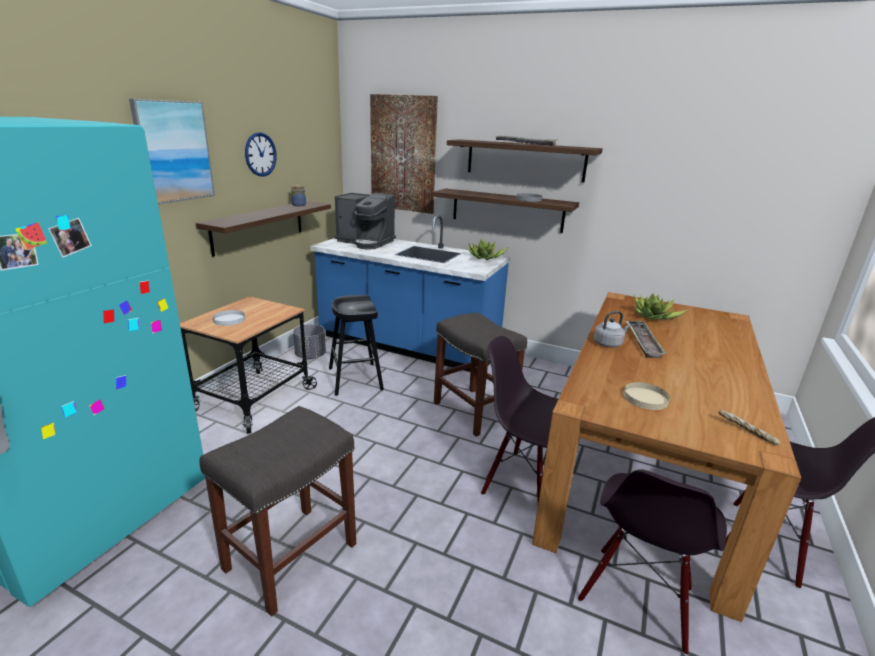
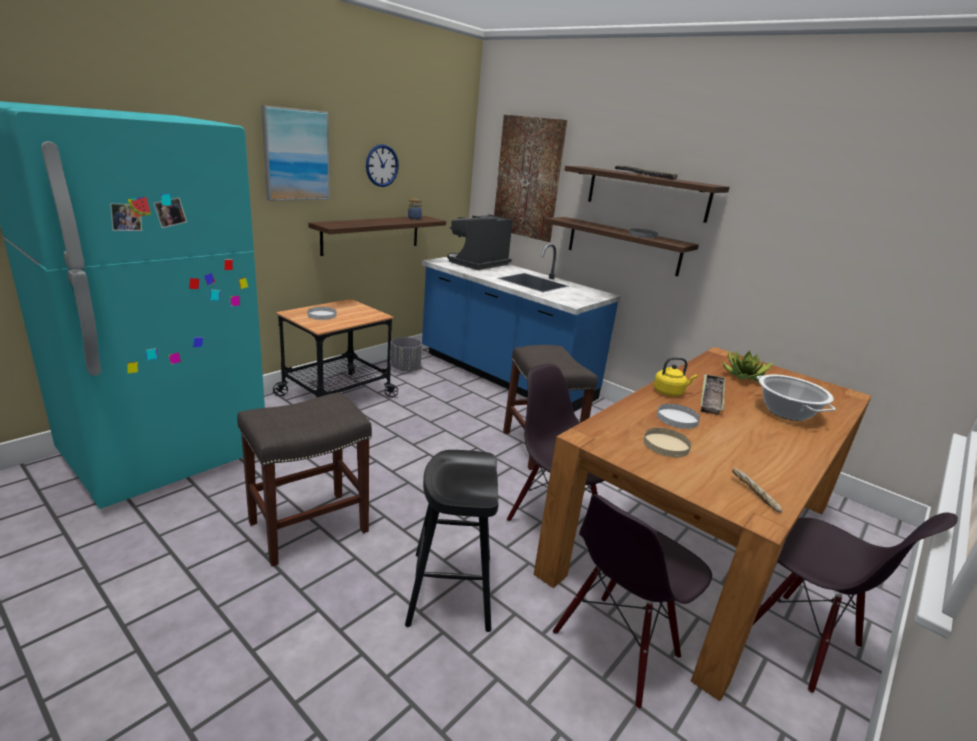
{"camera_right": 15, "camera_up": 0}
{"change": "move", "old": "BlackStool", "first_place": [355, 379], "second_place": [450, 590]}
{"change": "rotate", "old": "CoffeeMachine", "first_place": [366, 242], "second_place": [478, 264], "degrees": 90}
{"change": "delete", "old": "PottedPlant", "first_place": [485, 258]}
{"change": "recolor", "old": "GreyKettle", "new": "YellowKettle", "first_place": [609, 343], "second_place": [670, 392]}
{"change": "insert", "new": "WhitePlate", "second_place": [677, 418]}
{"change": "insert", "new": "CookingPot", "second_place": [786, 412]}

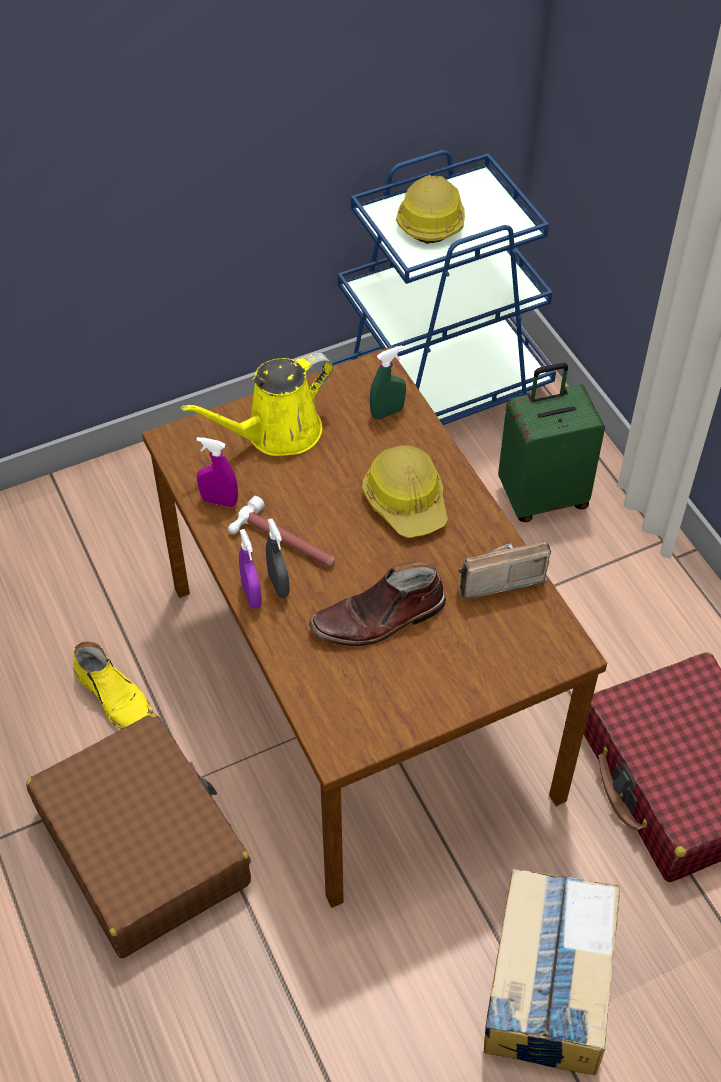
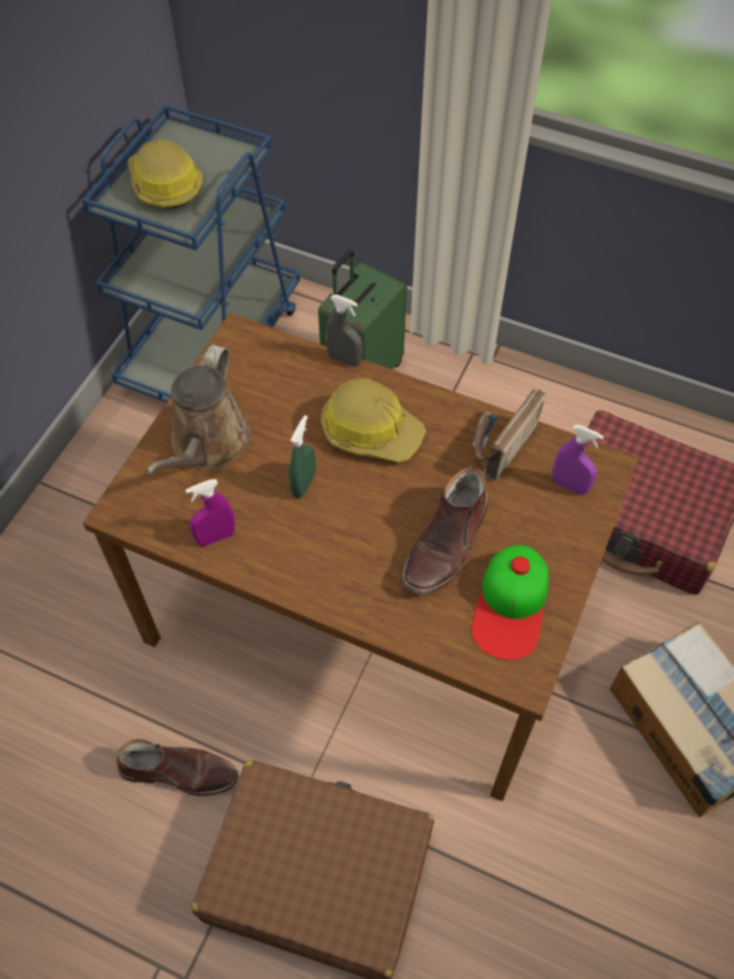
{"camera_right": -40, "camera_up": 5}
{"change": "recolor", "old": "YellowBoot", "new": "BrownBoot", "first_place": [116, 698], "second_place": [179, 771]}
{"change": "recolor", "old": "YellowWateringCan", "new": "BrownWateringCan", "first_place": [276, 433], "second_place": [207, 444]}
{"change": "delete", "old": "Hammer", "first_place": [285, 543]}
{"change": "move", "old": "PurpleSprayBottle", "first_place": [251, 595], "second_place": [569, 485]}
{"change": "move", "old": "GreySprayBottle", "first_place": [278, 585], "second_place": [344, 359]}
{"change": "move", "old": "GreenSprayBottle", "first_place": [387, 412], "second_place": [304, 484]}
{"change": "insert", "new": "Cap", "second_place": [511, 605]}

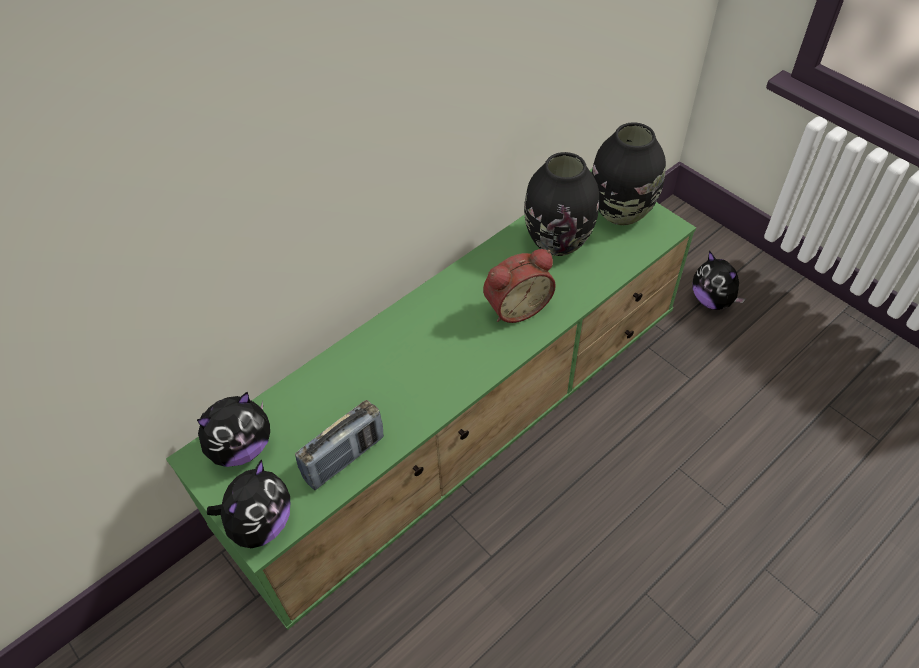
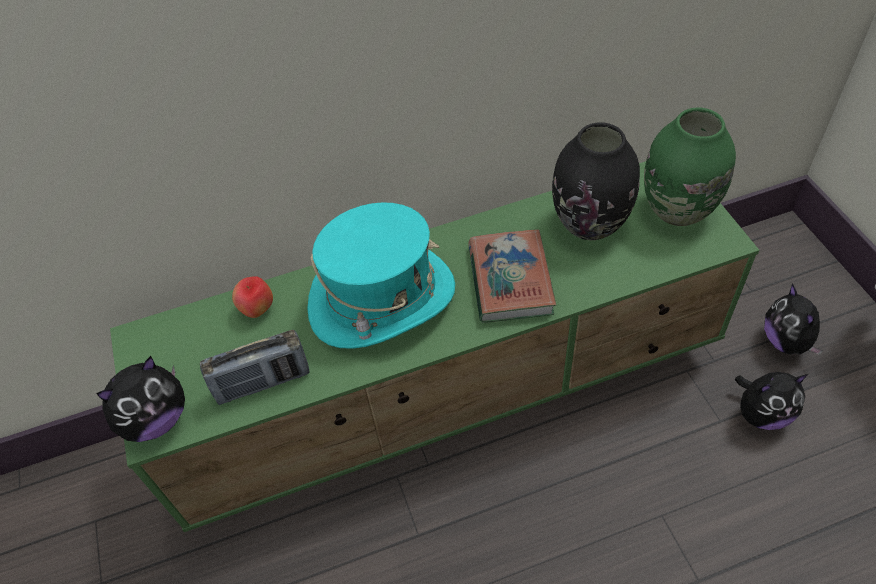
{"camera_right": 25, "camera_up": 0}
{"change": "move", "old": "PlushToy", "first_place": [241, 448], "second_place": [761, 414]}
{"change": "replace", "old": "AlarmClock", "new": "Book", "first_place": [516, 306], "second_place": [510, 280]}
{"change": "recolor", "old": "BlackVase", "new": "GreenVase", "first_place": [620, 212], "second_place": [677, 210]}
{"change": "insert", "new": "Apple", "second_place": [257, 309]}
{"change": "insert", "new": "TurquoiseHat", "second_place": [382, 300]}

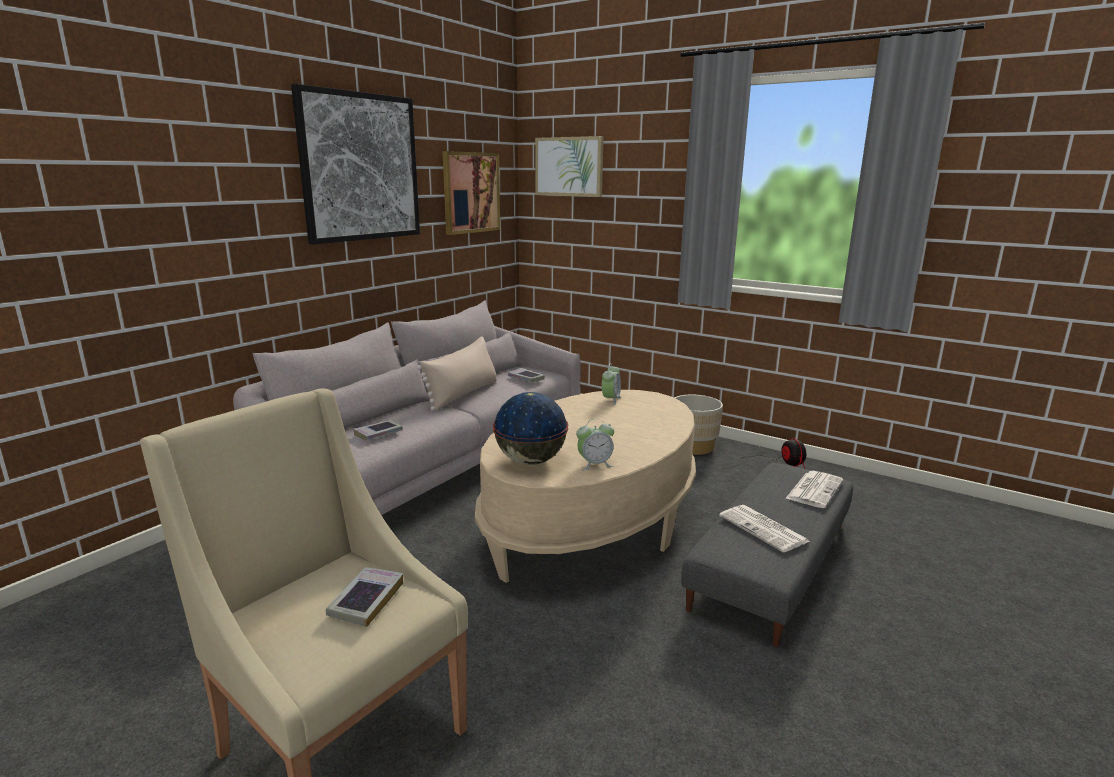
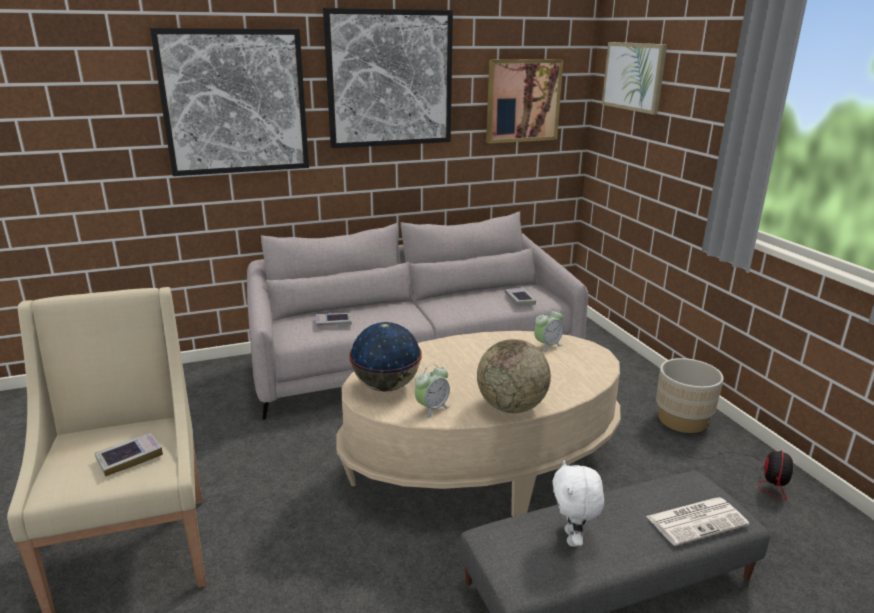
{"camera_right": 35, "camera_up": 5}
{"change": "delete", "old": "BeigePillow", "first_place": [463, 394]}
{"change": "rotate", "old": "AlarmClock", "first_place": [594, 464], "second_place": [432, 408], "degrees": -60}
{"change": "replace", "old": "Newspaper", "new": "WhitePlushToy", "first_place": [764, 529], "second_place": [573, 538]}
{"change": "insert", "new": "Picture", "second_place": [235, 102]}
{"change": "insert", "new": "Globe", "second_place": [511, 407]}

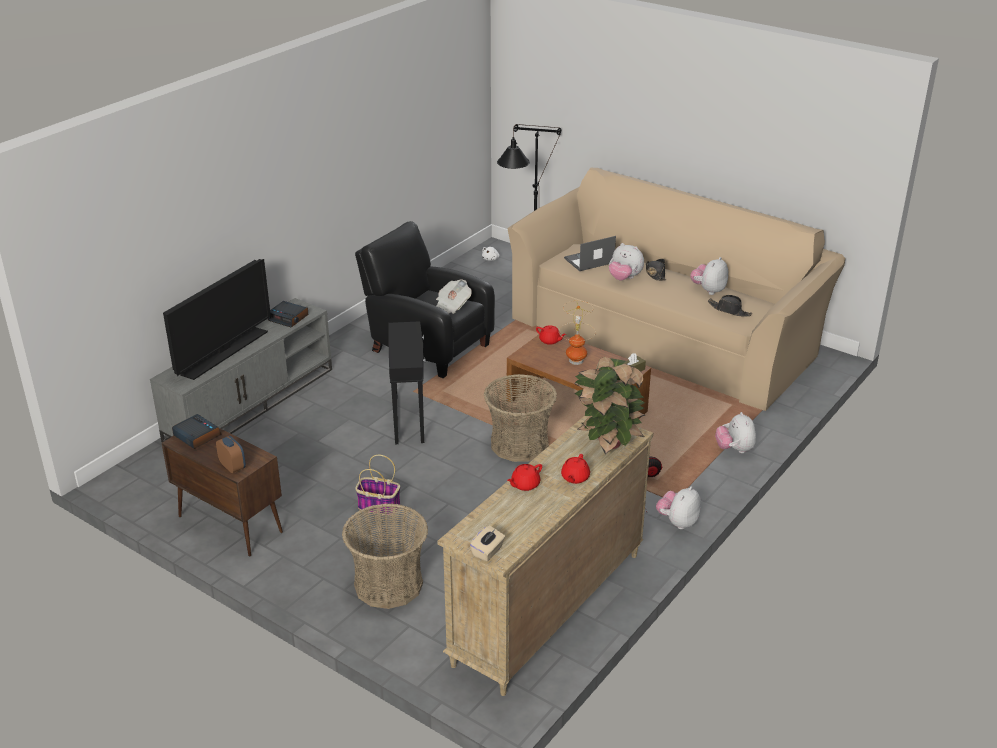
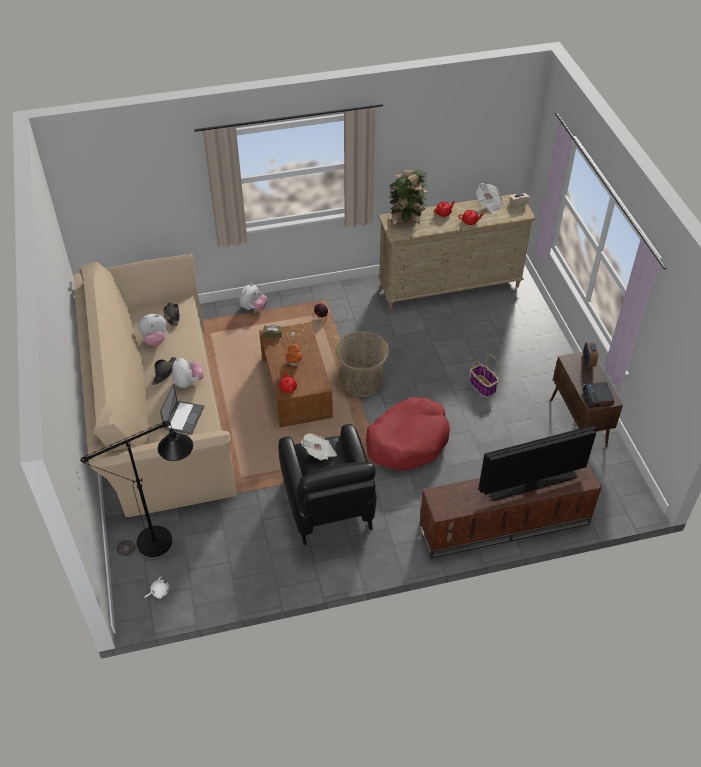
{"camera_right": -140, "camera_up": 15}
{"change": "recolor", "old": "GreyTvStand", "new": "BrownTvStand", "first_place": [250, 403], "second_place": [503, 526]}
{"change": "delete", "old": "AlarmClock", "first_place": [289, 318]}
{"change": "delete", "old": "Basket", "first_place": [388, 584]}
{"change": "replace", "old": "BlackSideTable", "new": "RedDogBed", "first_place": [409, 419], "second_place": [407, 441]}
{"change": "rotate", "old": "Laptop", "first_place": [588, 261], "second_place": [184, 417], "degrees": -90}
{"change": "delete", "old": "PlushToy", "first_place": [678, 522]}
{"change": "insert", "new": "Newspaper", "second_place": [489, 204]}

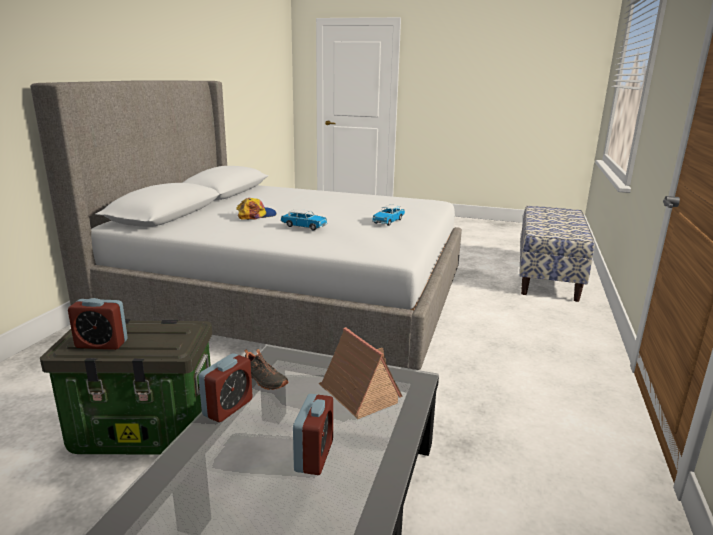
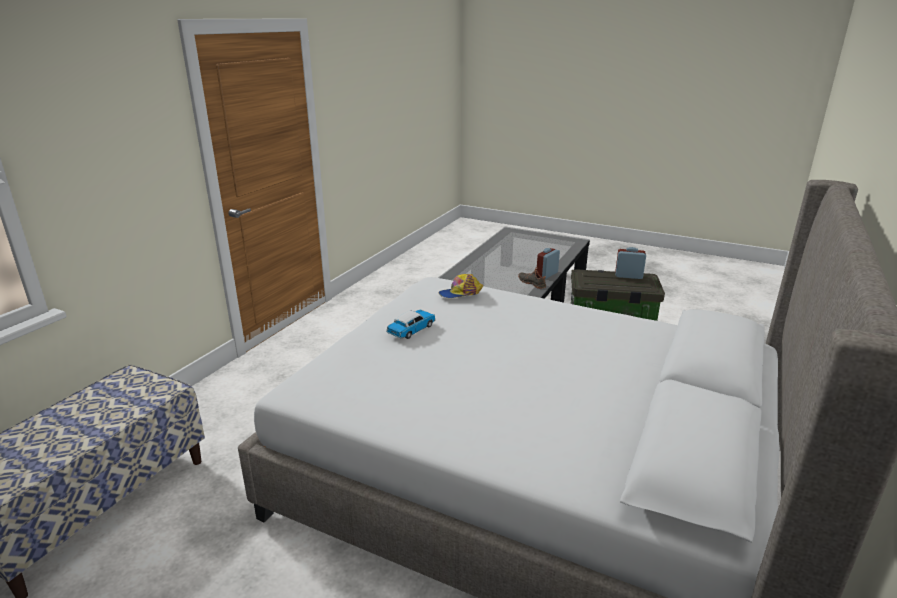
{"camera_right": -170, "camera_up": 5}
{"change": "move", "old": "Cap", "first_place": [256, 215], "second_place": [461, 294]}
{"change": "delete", "old": "ToyCar", "first_place": [304, 226]}
{"change": "delete", "old": "AlarmClock", "first_place": [314, 456]}
{"change": "delete", "old": "ToyHouse", "first_place": [358, 394]}

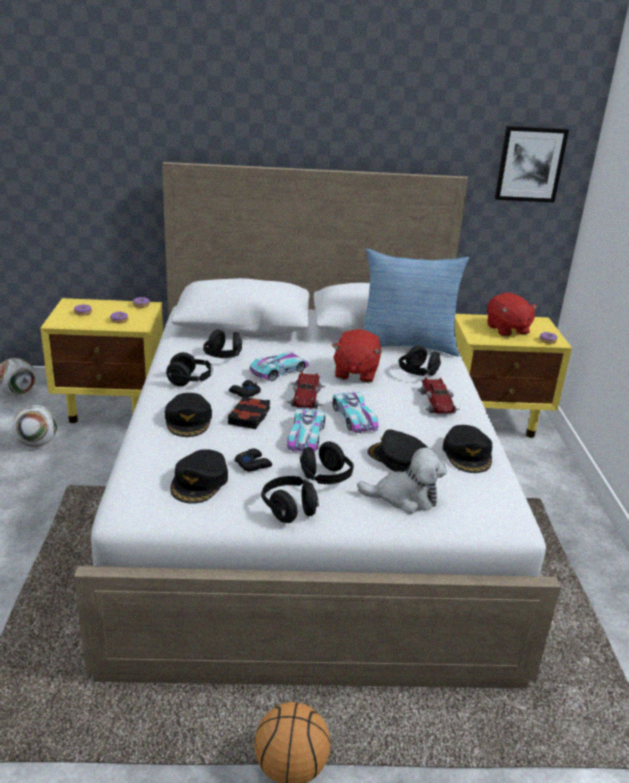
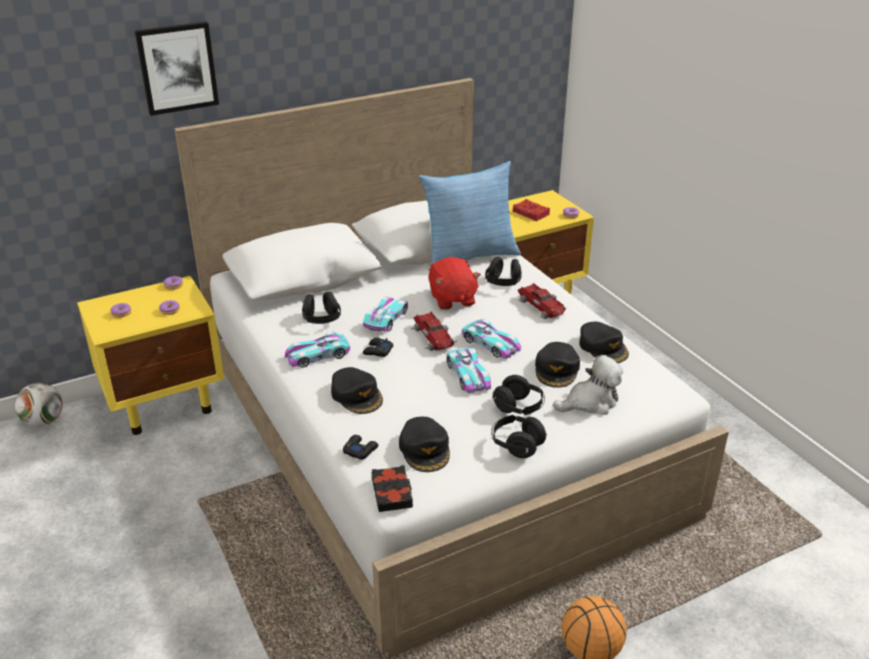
{"camera_right": -25, "camera_up": 5}
{"change": "delete", "old": "Football", "first_place": [37, 443]}
{"change": "replace", "old": "BlackHeadphones", "new": "ToyCar", "first_place": [190, 381], "second_place": [318, 355]}
{"change": "move", "old": "BlackBook", "first_place": [250, 417], "second_place": [392, 492]}
{"change": "move", "old": "BlackGameController", "first_place": [253, 464], "second_place": [360, 450]}
{"change": "rotate", "old": "BlackCap", "first_place": [398, 458], "second_place": [557, 369], "degrees": -90}
{"change": "replace", "old": "RedPlushToy", "new": "RedBook", "first_place": [507, 329], "second_place": [530, 213]}
{"change": "move", "old": "Picture", "first_place": [530, 164], "second_place": [177, 68]}

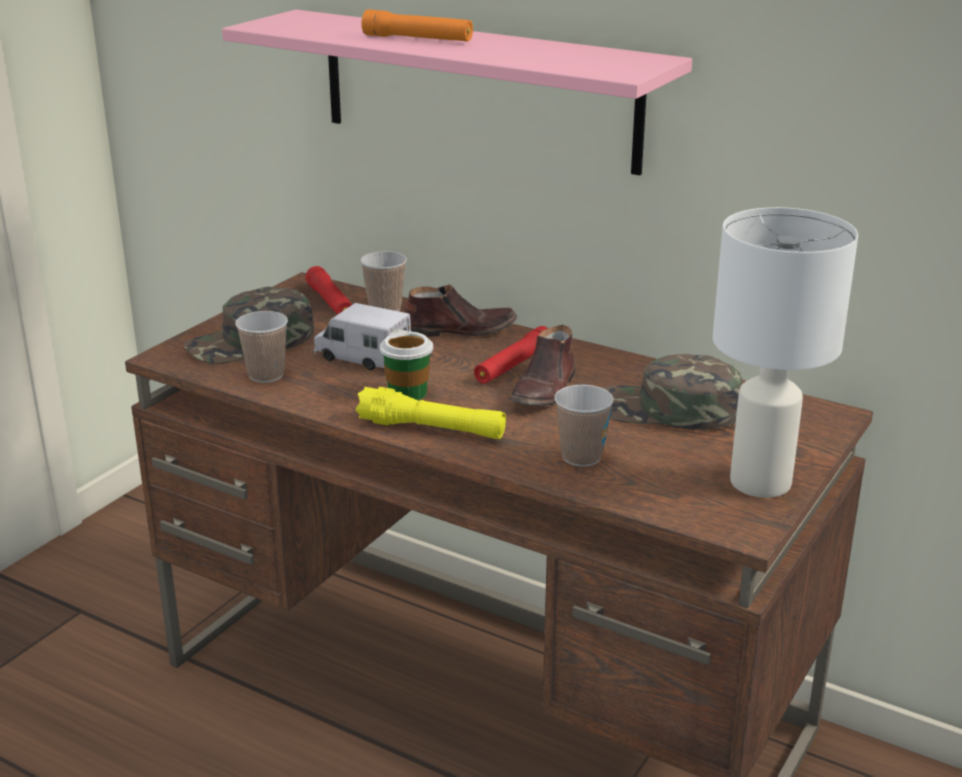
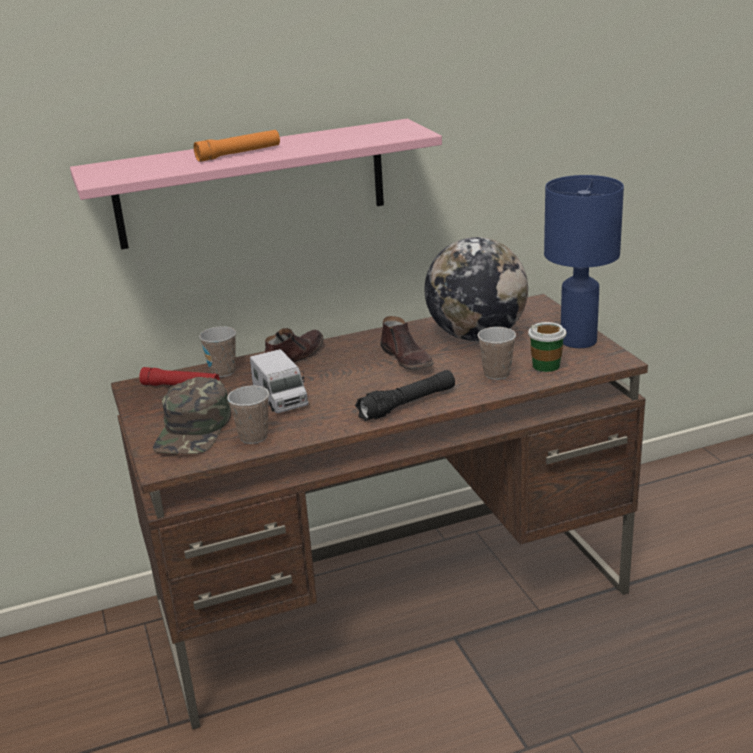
{"camera_right": -50, "camera_up": 0}
{"change": "rotate", "old": "ToyTruck", "first_place": [362, 357], "second_place": [280, 398], "degrees": -90}
{"change": "recolor", "old": "YellowFlashlight", "new": "BlackFlashlight", "first_place": [431, 429], "second_place": [407, 404]}
{"change": "move", "old": "Cup", "first_place": [407, 393], "second_place": [546, 365]}
{"change": "delete", "old": "RedFlashlight", "first_place": [513, 366]}
{"change": "replace", "old": "GreenCap", "new": "Globe", "first_place": [668, 409], "second_place": [476, 336]}
{"change": "recolor", "old": "WhiteTableLamp", "new": "BlueTableLamp", "first_place": [759, 483], "second_place": [579, 341]}

